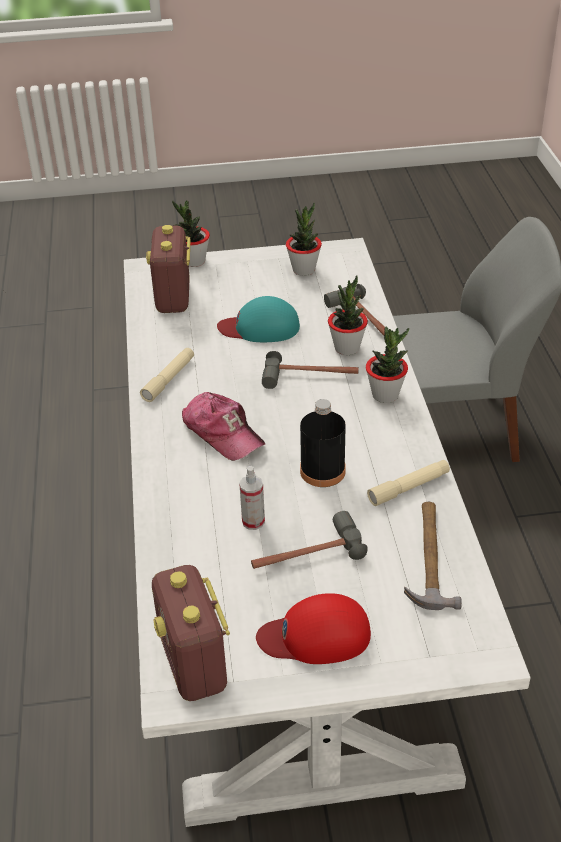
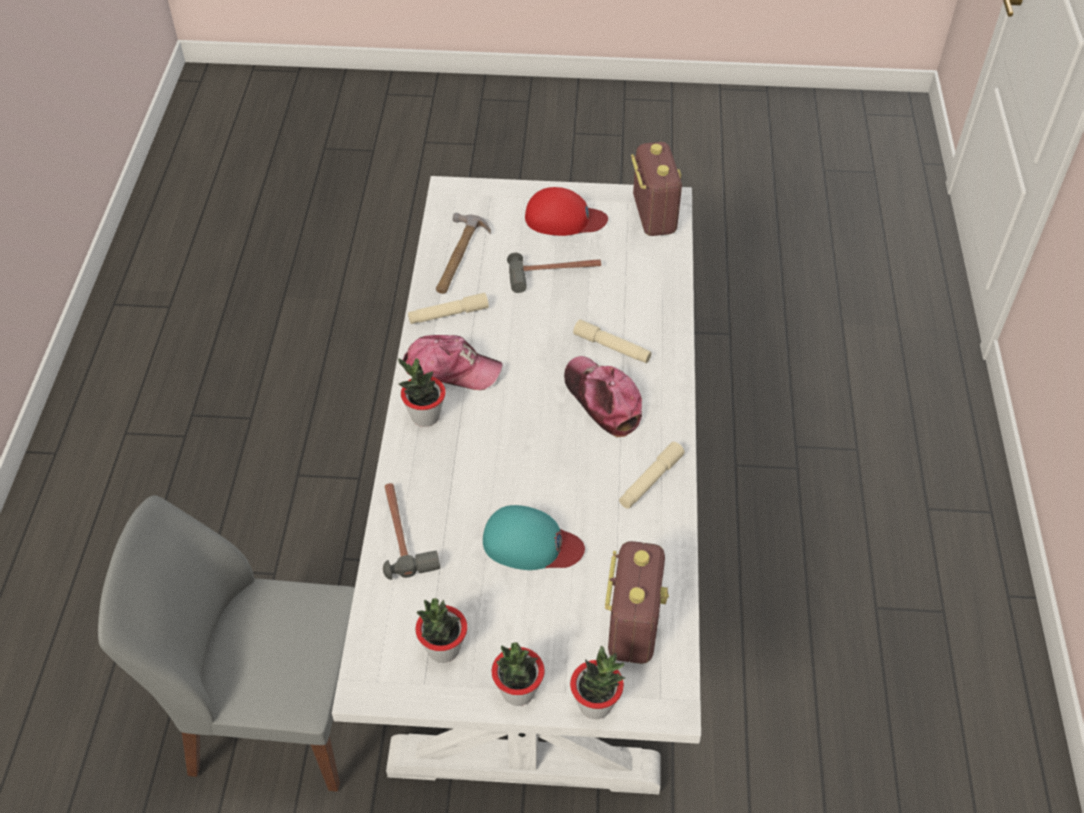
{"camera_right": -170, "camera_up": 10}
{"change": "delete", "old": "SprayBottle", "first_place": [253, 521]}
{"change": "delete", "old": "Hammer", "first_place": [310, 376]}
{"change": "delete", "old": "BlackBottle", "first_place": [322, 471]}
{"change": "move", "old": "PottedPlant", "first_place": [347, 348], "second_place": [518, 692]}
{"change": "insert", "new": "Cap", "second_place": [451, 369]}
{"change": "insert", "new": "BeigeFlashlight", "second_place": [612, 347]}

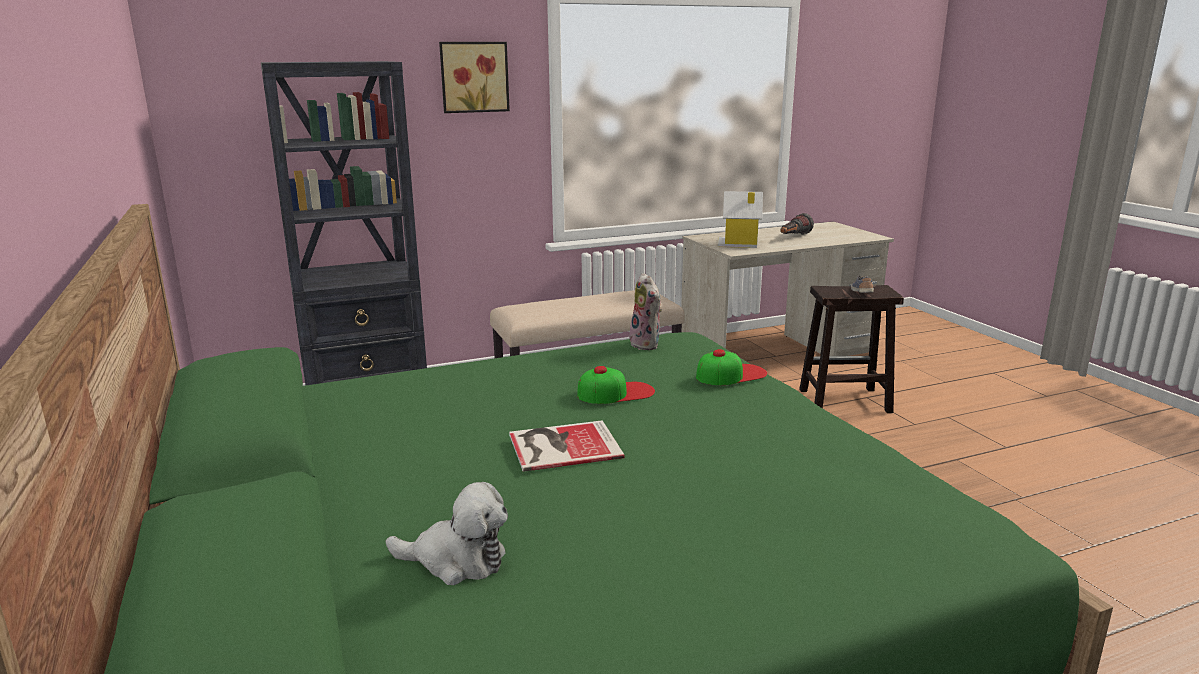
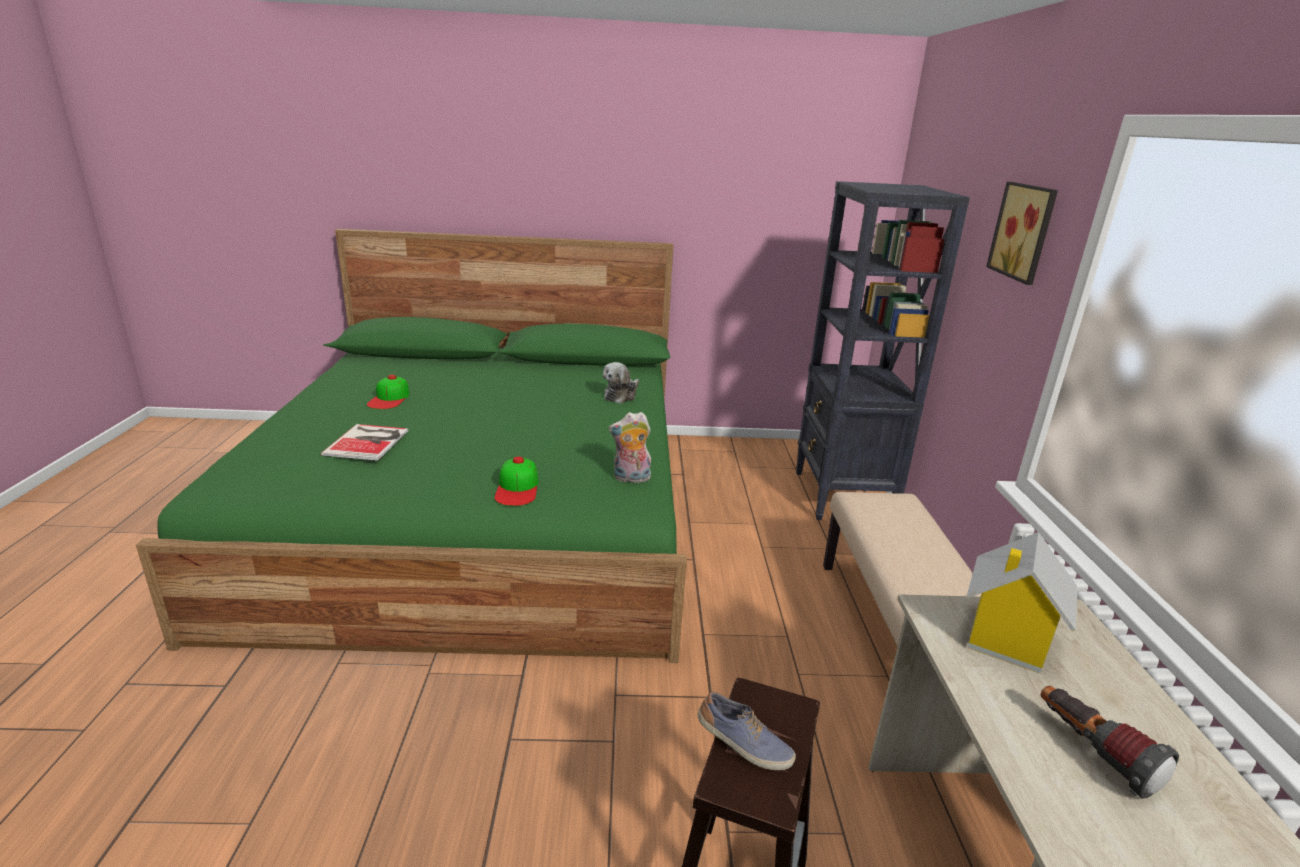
{"camera_right": 110, "camera_up": 5}
{"change": "move", "old": "PlushToy", "first_place": [456, 560], "second_place": [621, 395]}
{"change": "move", "old": "Book", "first_place": [561, 445], "second_place": [369, 441]}
{"change": "move", "old": "Cap", "first_place": [616, 392], "second_place": [389, 398]}

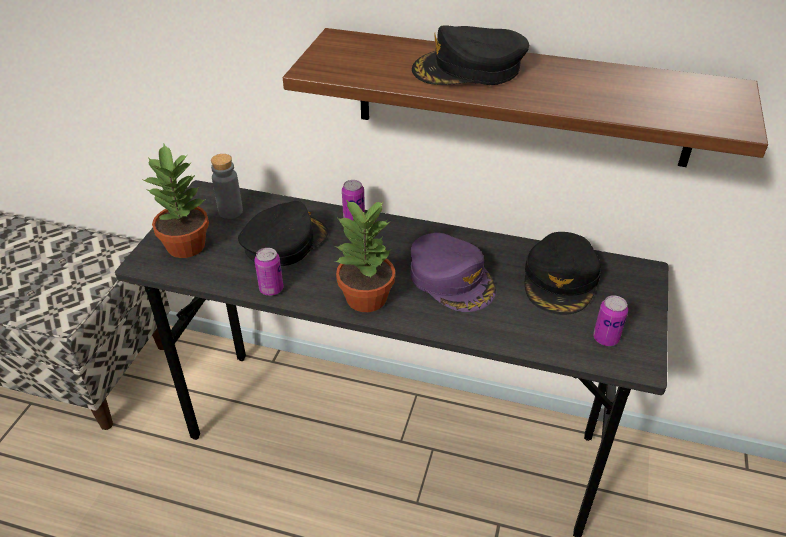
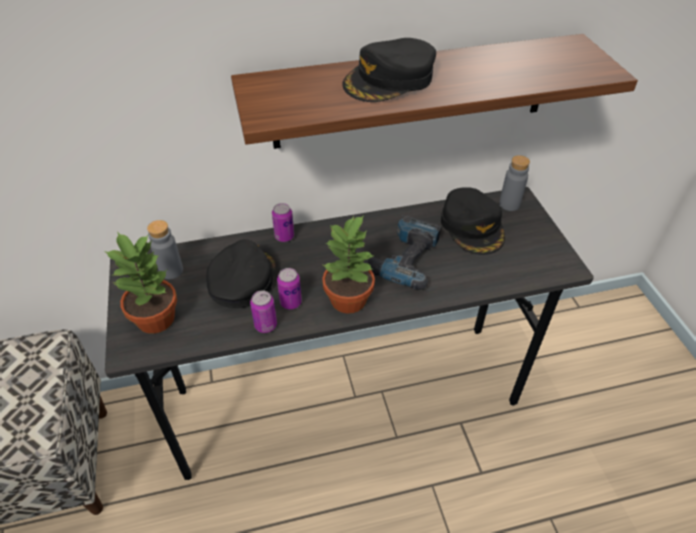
{"camera_right": -30, "camera_up": 5}
{"change": "replace", "old": "PurpleCap", "new": "PowerDrill", "first_place": [452, 279], "second_place": [398, 257]}
{"change": "move", "old": "Can", "first_place": [605, 338], "second_place": [290, 302]}
{"change": "insert", "new": "GreyBottle", "second_place": [509, 204]}

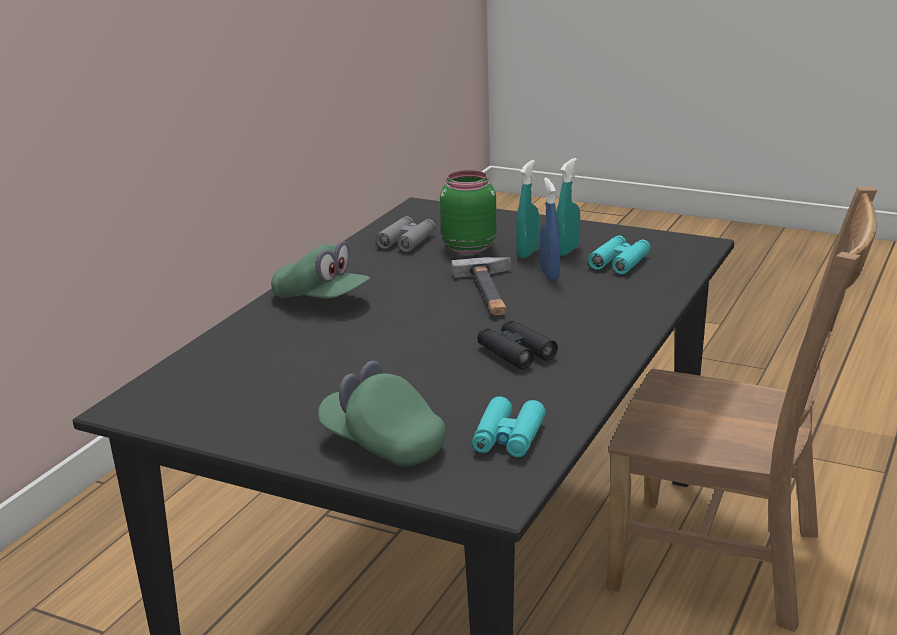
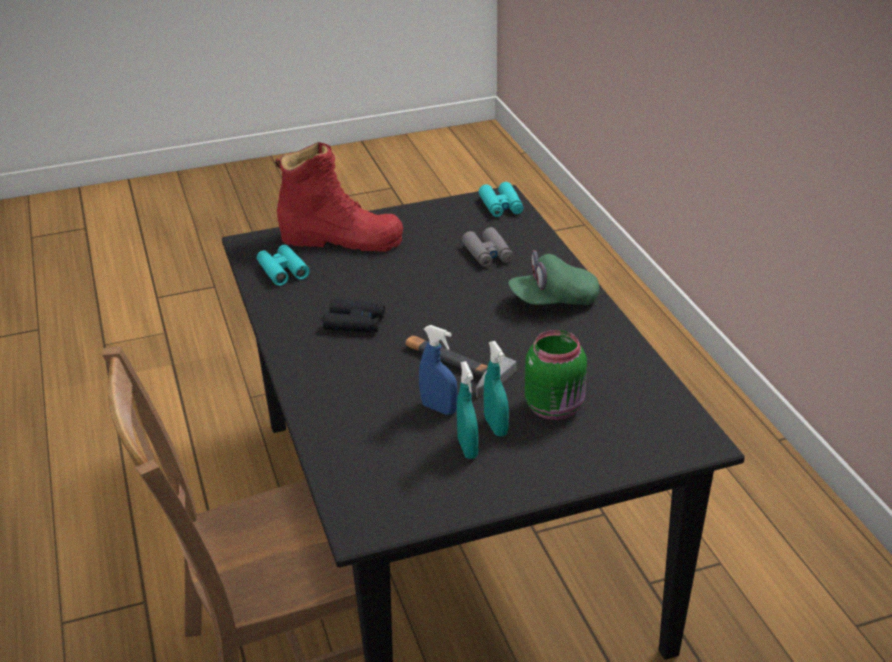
{"camera_right": 135, "camera_up": 10}
{"change": "replace", "old": "GreenCap", "new": "RedBoot", "first_place": [383, 444], "second_place": [342, 239]}
{"change": "move", "old": "GreyBinoculars", "first_place": [407, 241], "second_place": [488, 254]}
{"change": "move", "old": "TurquoiseBinoculars", "first_place": [620, 262], "second_place": [501, 206]}

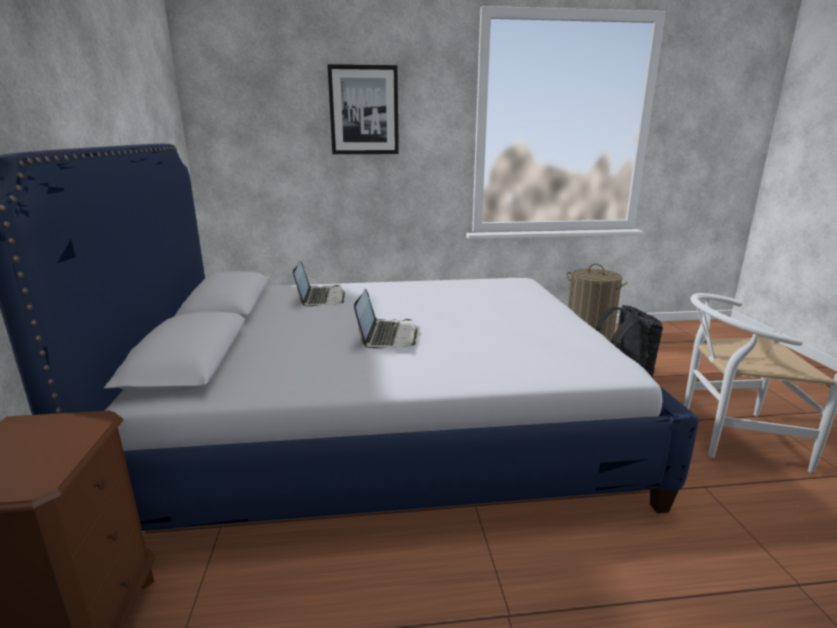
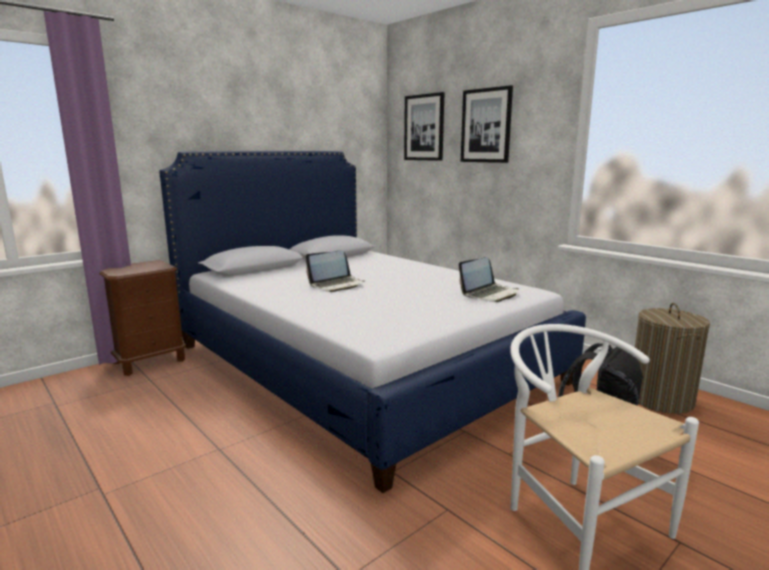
{"camera_right": 55, "camera_up": -5}
{"change": "move", "old": "Laptop", "first_place": [320, 298], "second_place": [490, 294]}
{"change": "insert", "new": "Picture", "second_place": [424, 127]}

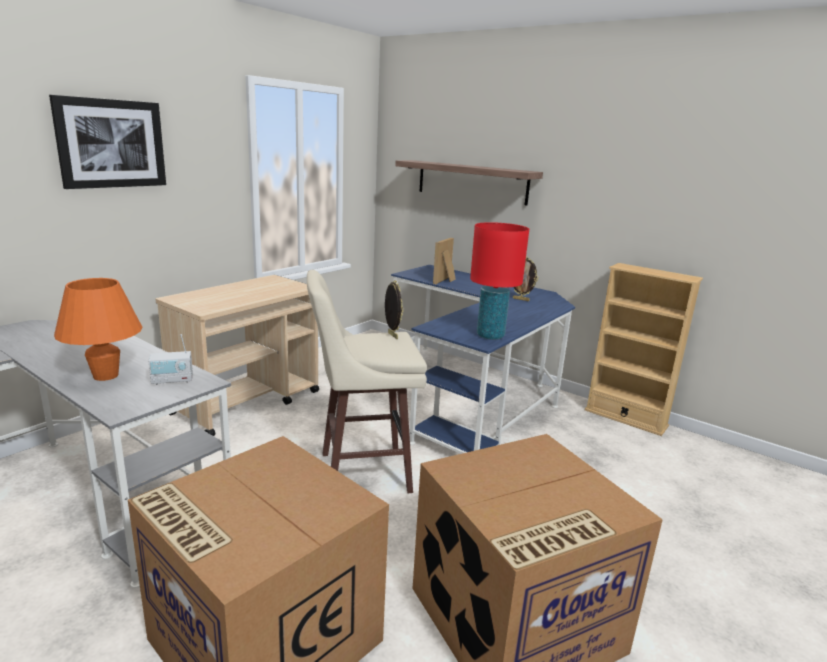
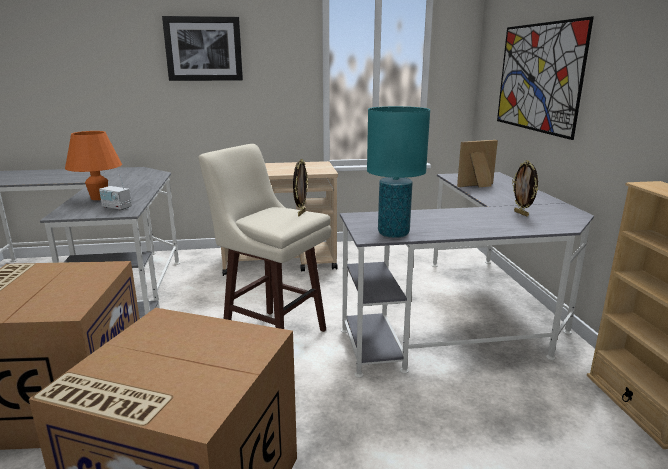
{"camera_right": 45, "camera_up": 0}
{"change": "recolor", "old": "BlueDesk", "new": "GreyDesk", "first_place": [474, 396], "second_place": [468, 316]}
{"change": "replace", "old": "Shelf", "new": "Picture", "first_place": [471, 182], "second_place": [537, 77]}
{"change": "recolor", "old": "RedTableLamp", "new": "TurquoiseTableLamp", "first_place": [490, 336], "second_place": [393, 233]}

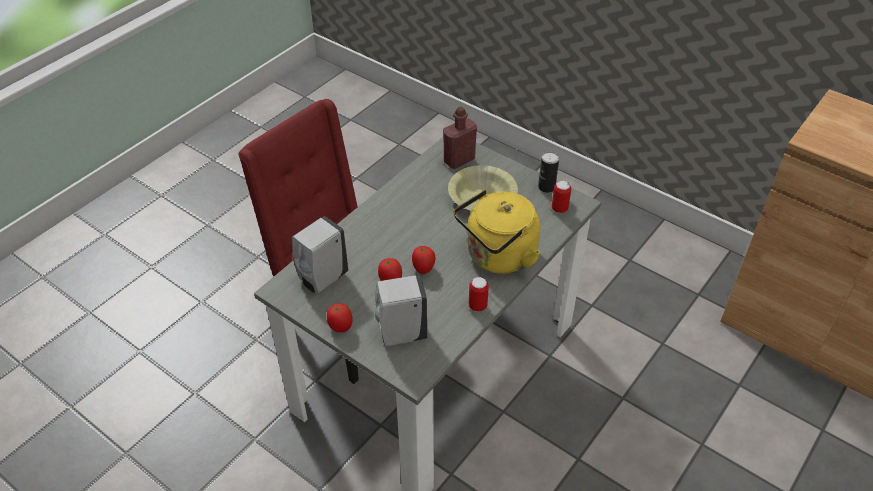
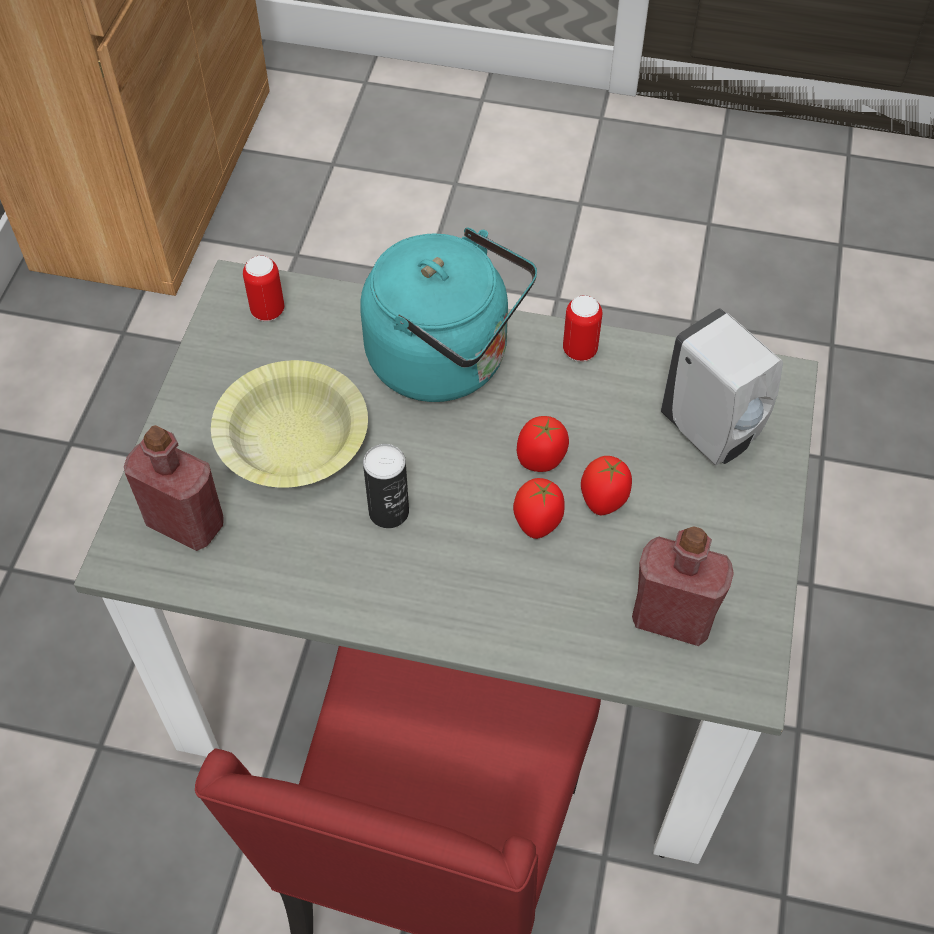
{"camera_right": -115, "camera_up": 10}
{"change": "replace", "old": "WhiteSoapDispenser", "new": "RedBottle", "first_place": [322, 279], "second_place": [672, 618]}
{"change": "move", "old": "Tomato", "first_place": [340, 327], "second_place": [537, 523]}
{"change": "recolor", "old": "YellowKettle", "new": "TurquoiseKettle", "first_place": [498, 257], "second_place": [446, 360]}
{"change": "move", "old": "Can", "first_place": [546, 187], "second_place": [389, 512]}

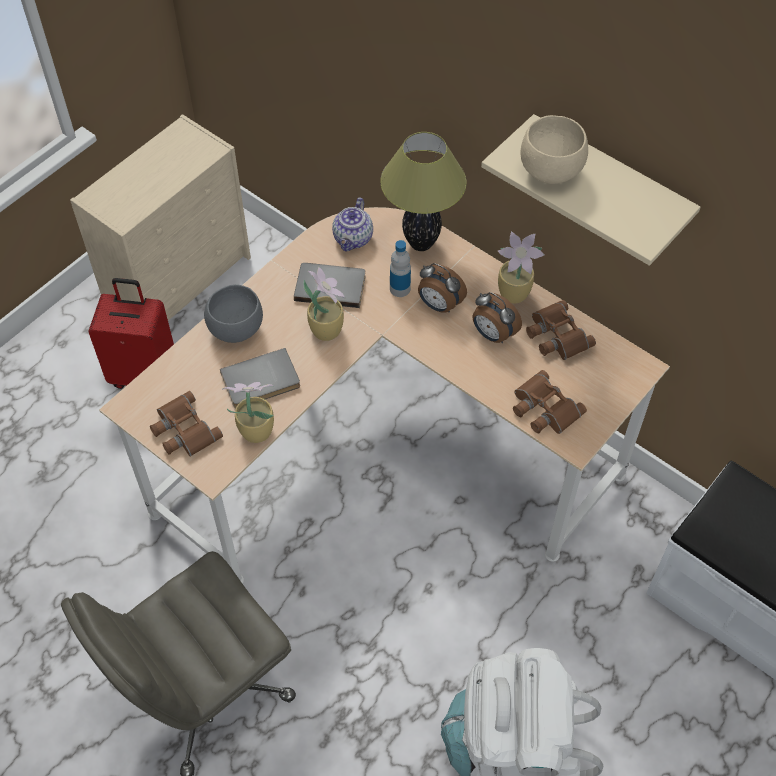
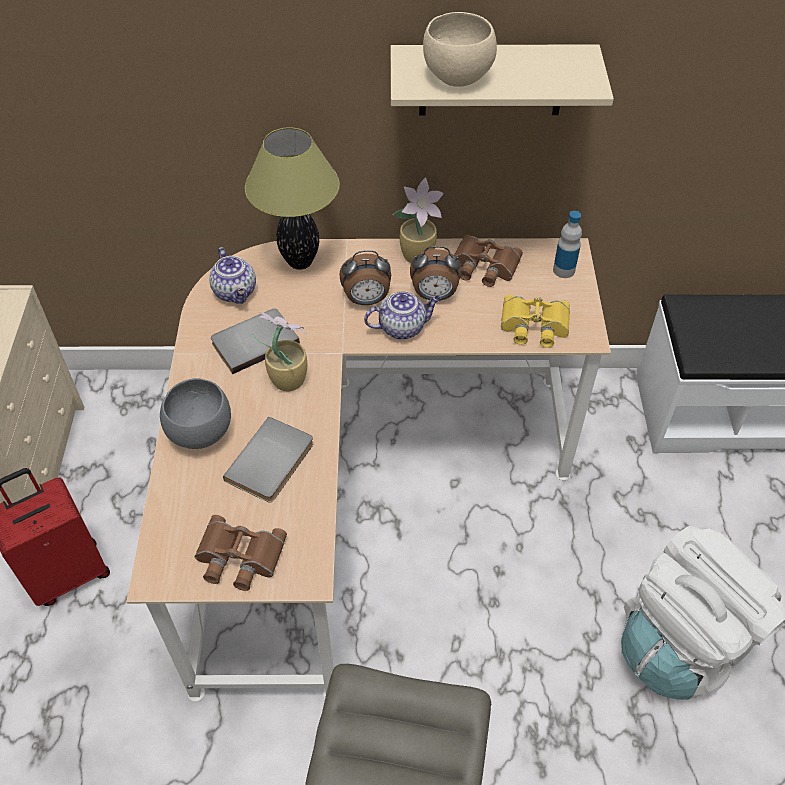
{"camera_right": -40, "camera_up": -5}
{"change": "delete", "old": "PottedPlant", "first_place": [255, 430]}
{"change": "move", "old": "Bottle", "first_place": [400, 289], "second_place": [564, 270]}
{"change": "recolor", "old": "BrownBinoculars", "new": "YellowBinoculars", "first_place": [543, 408], "second_place": [534, 326]}
{"change": "insert", "new": "Teapot", "second_place": [403, 327]}

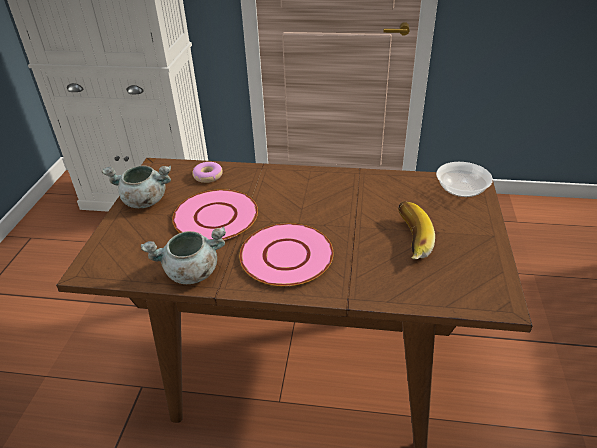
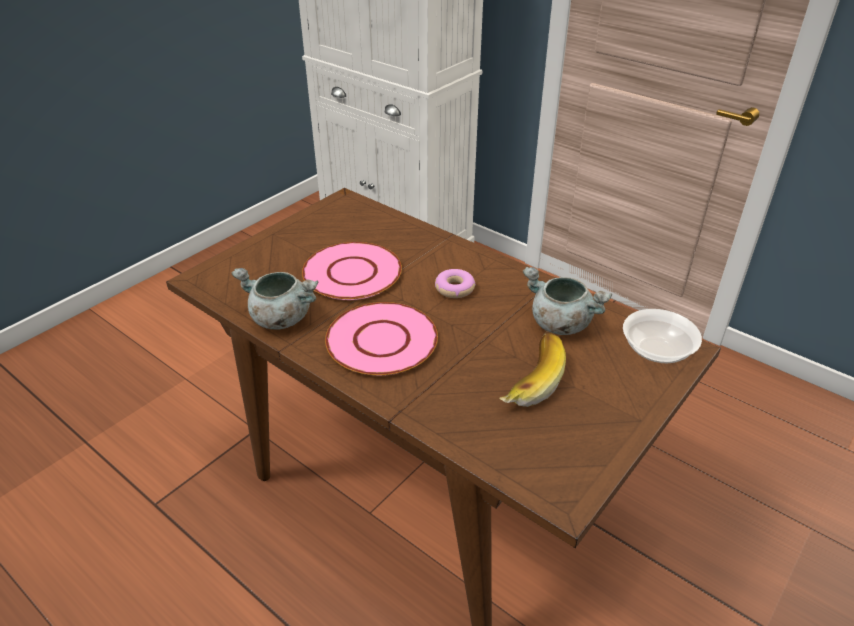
{"camera_right": 30, "camera_up": 0}
{"change": "move", "old": "GreyCookingPot", "first_place": [144, 201], "second_place": [559, 323]}
{"change": "move", "old": "Donut", "first_place": [208, 176], "second_place": [454, 288]}

